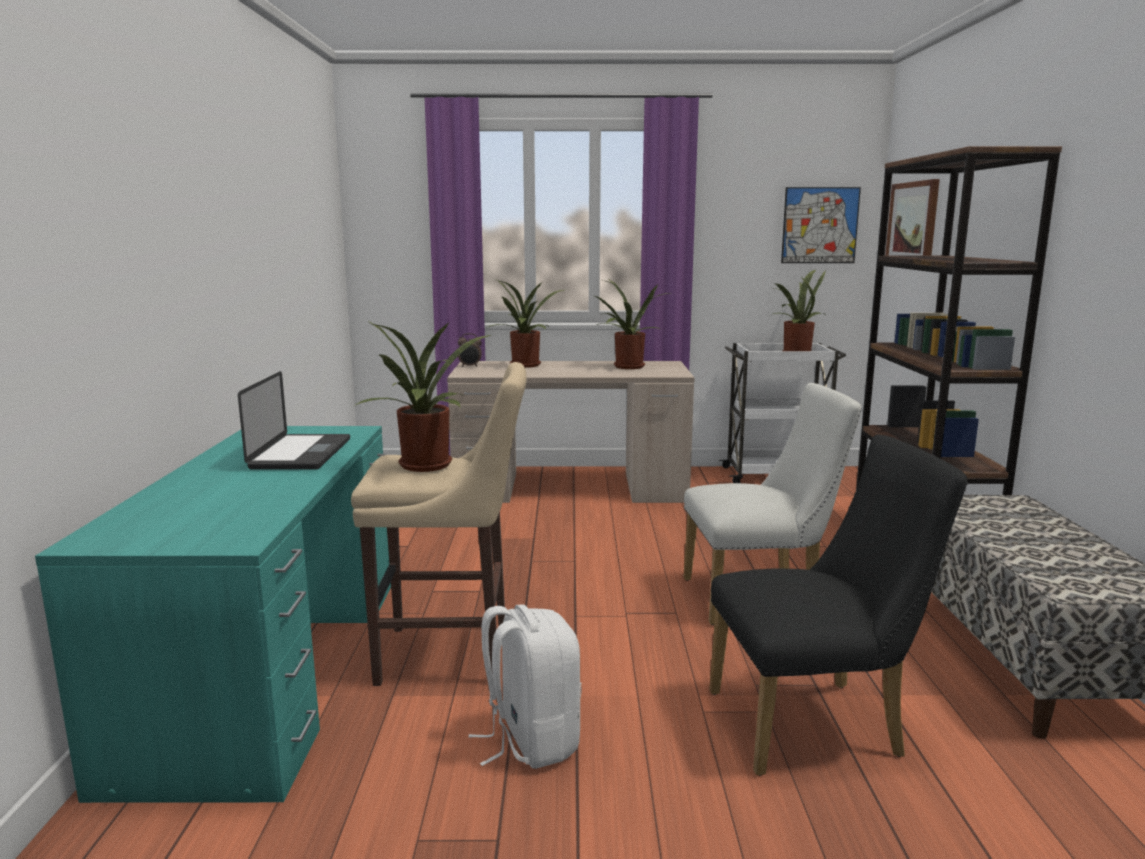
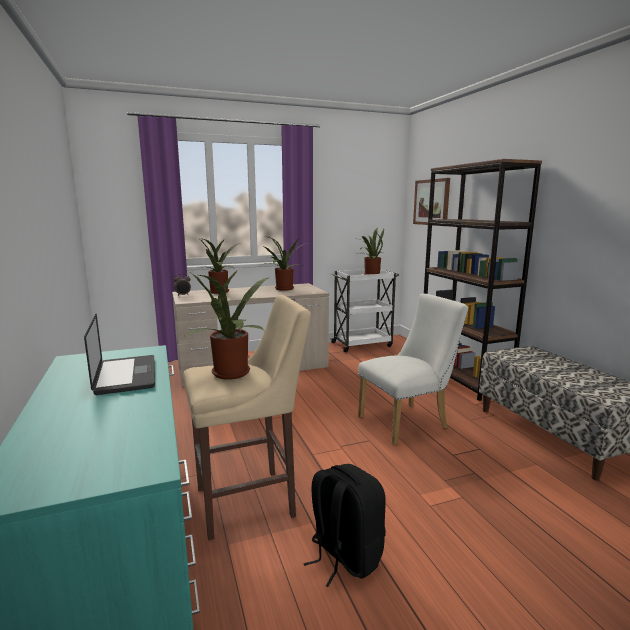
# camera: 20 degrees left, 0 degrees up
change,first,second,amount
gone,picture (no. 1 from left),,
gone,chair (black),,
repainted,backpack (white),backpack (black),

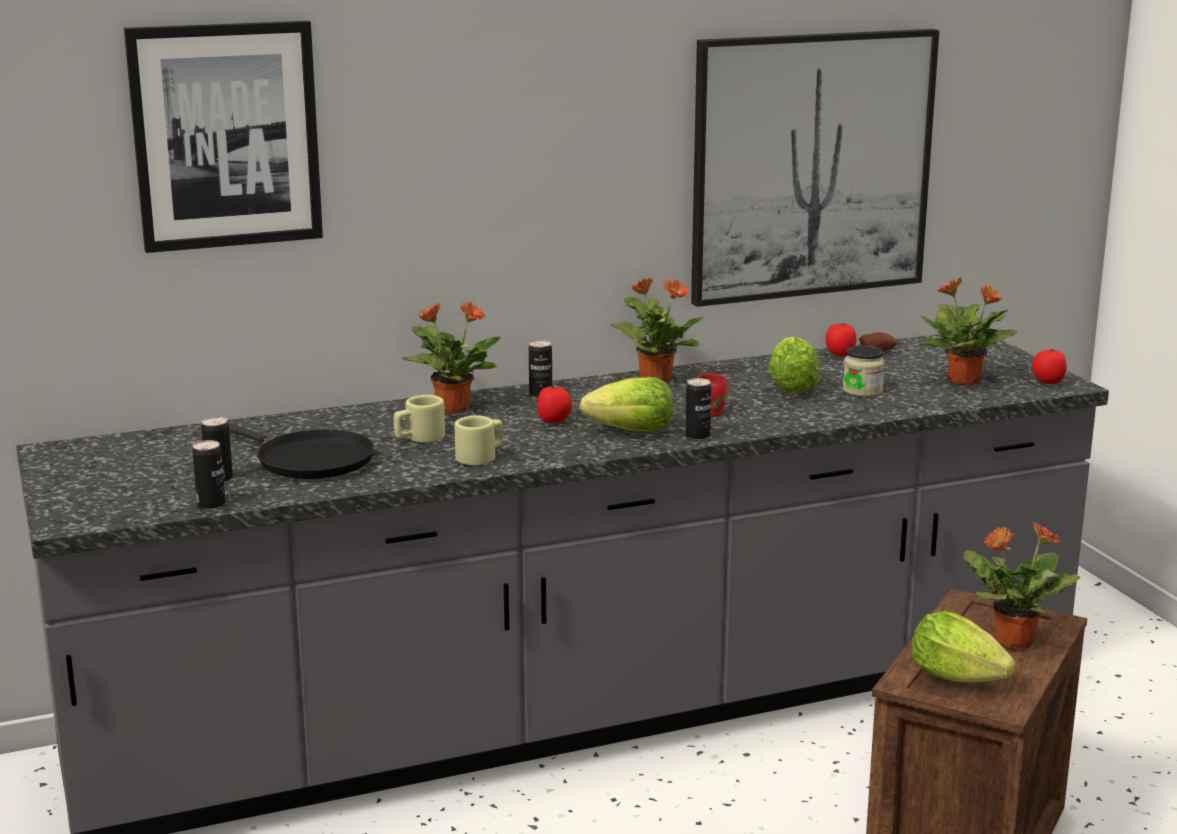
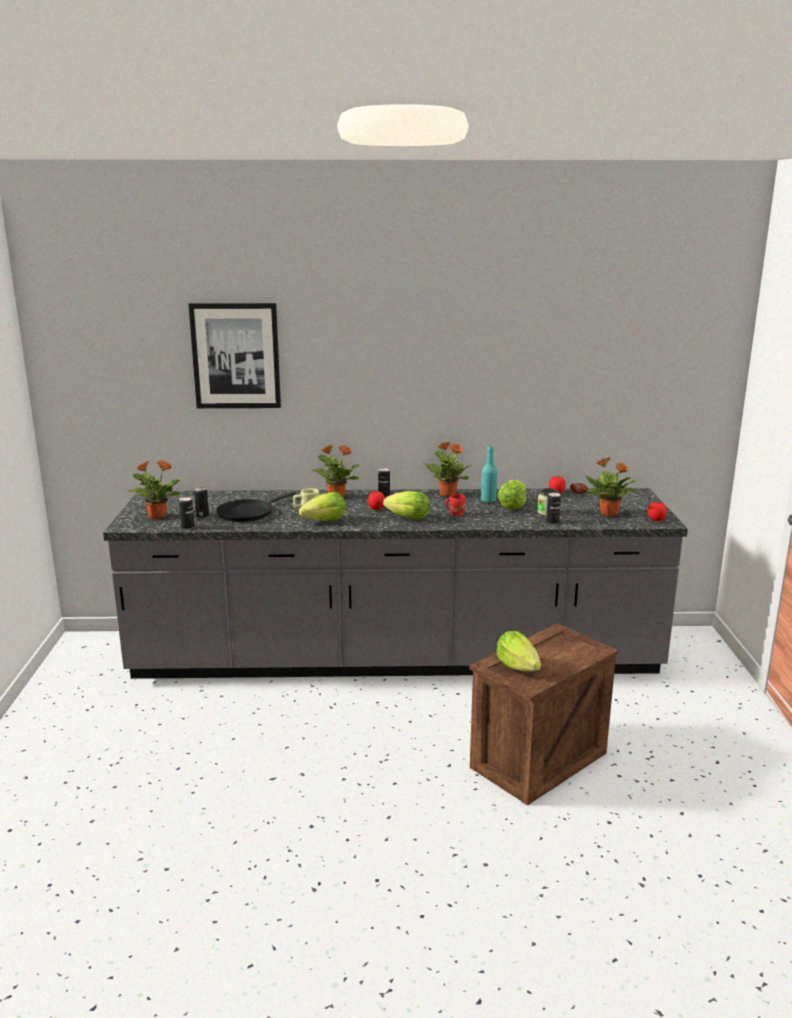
# camera: 20 degrees right, 0 degrees up
change,first,second,amount
gone,picture (no. 2 from left),,
shifted,can (no. 4 from left),,
swapped,mug (beige) (no. 2 from left),lettuce (no. 1 from left),
rotated,frying pan (black),,75 degrees clockwise
shifted,potted plant (no. 4 from left in the first image),potted plant (no. 1 from left),
new,,bottle (turquoise),

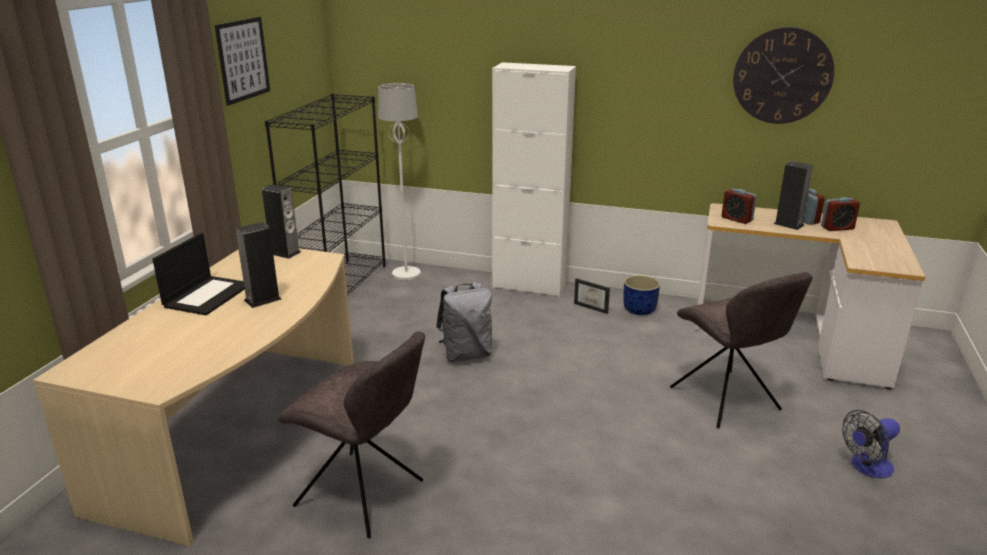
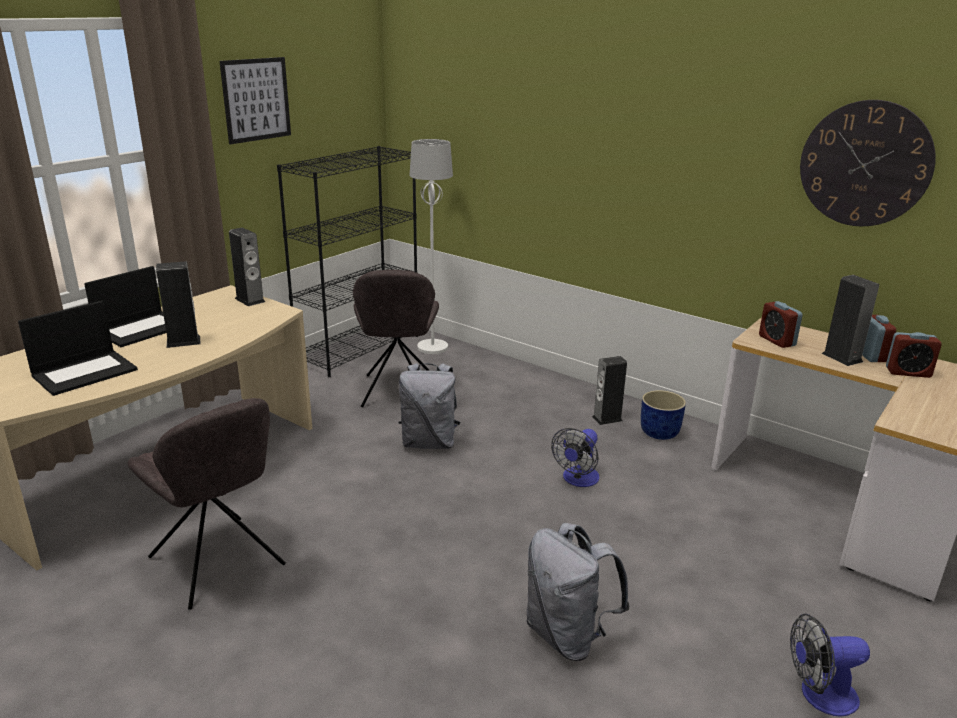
# camera: 20 degrees right, 0 degrees up
change,first,second,amount
gone,cabinet (white),,
shifted,chair (grey) (no. 2 from left),,
swapped,picture frame,speaker (no. 3 from left),
new,,laptop (no. 1 from left),
new,,fan (no. 1 from left),
new,,backpack (grey) (no. 2 from left),

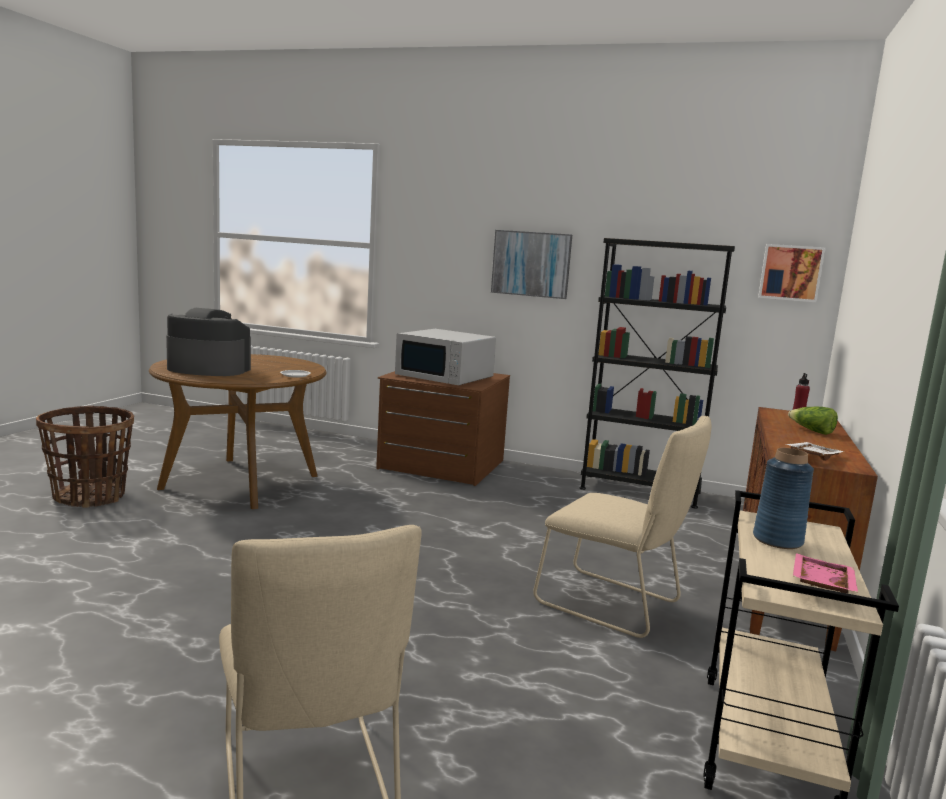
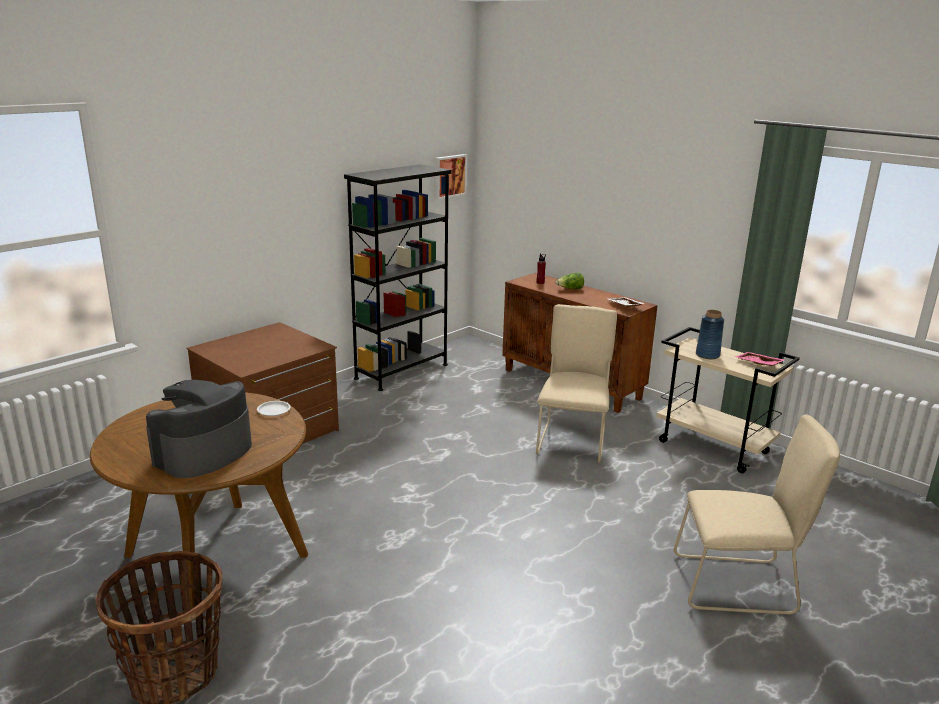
# camera: 65 degrees left, 10 degrees up
change,first,second,amount
gone,picture (no. 1 from left),,
gone,microwave (white),,
rotated,chair (beige) (no. 2 from left in the first image),chair (beige) (no. 1 from left),45 degrees counterclockwise

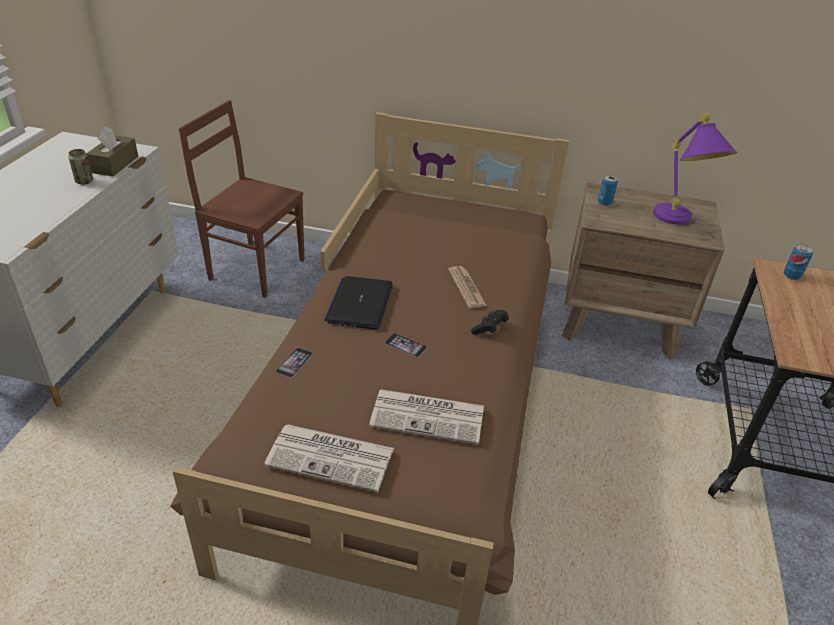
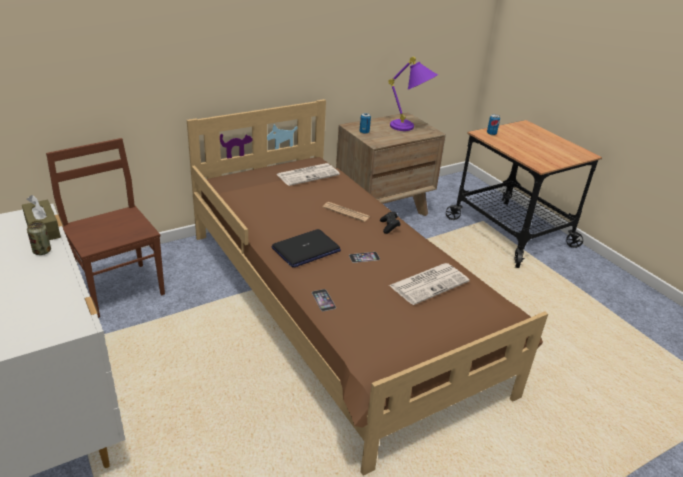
# camera: 45 degrees left, 5 degrees down
change,first,second,amount
rotated,chair (brown),,75 degrees clockwise
rotated,laptop,,90 degrees counterclockwise
shifted,newspaper (no. 1 from left),,

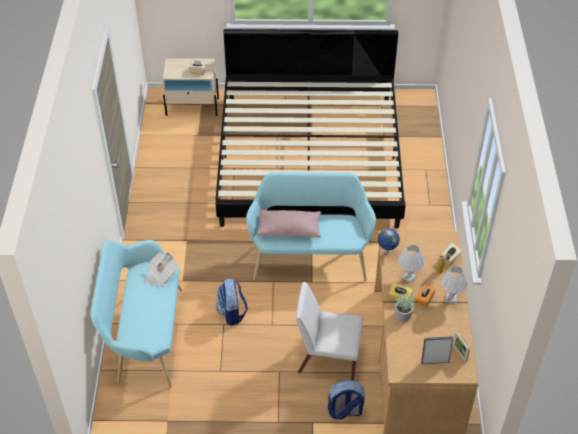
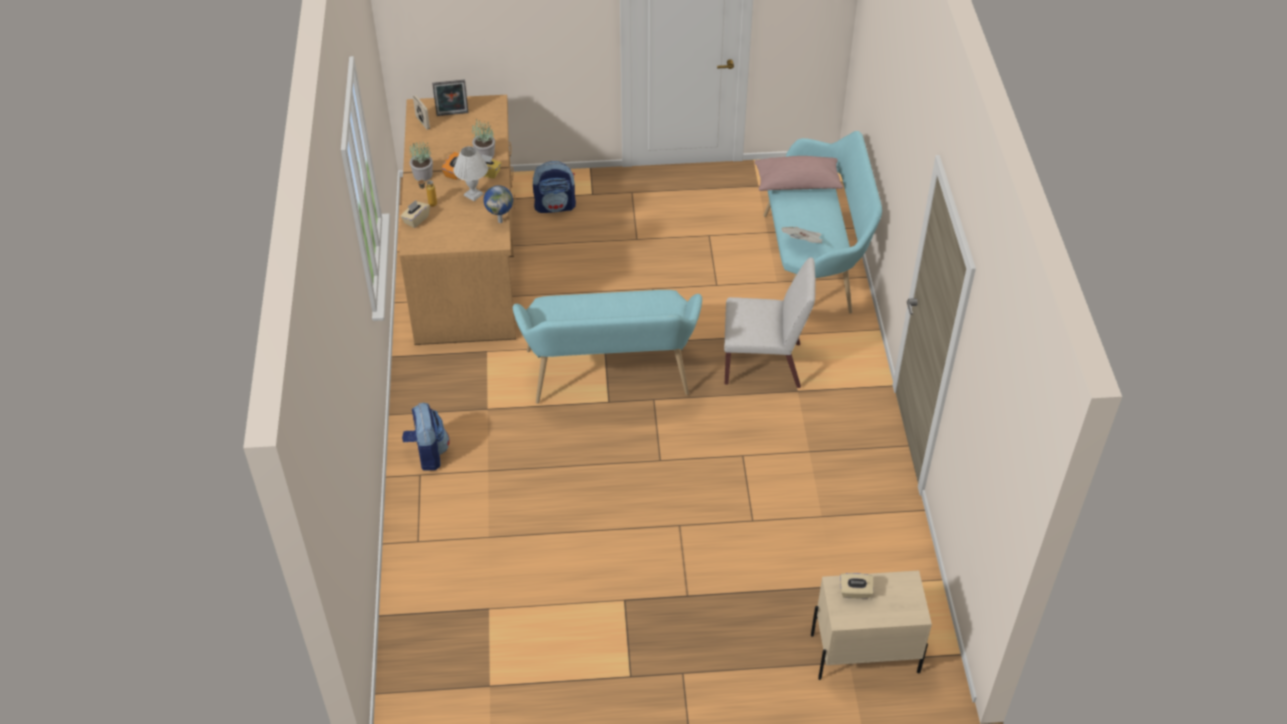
# camera: 175 degrees right, 0 degrees up
change,first,second,amount
gone,bed,,
shifted,pillow (pink),,
swapped,table lamp (white) (no. 2 from left),potted plant (no. 1 from left),
shifted,backpack (no. 1 from left),,
shifted,chair (white),,

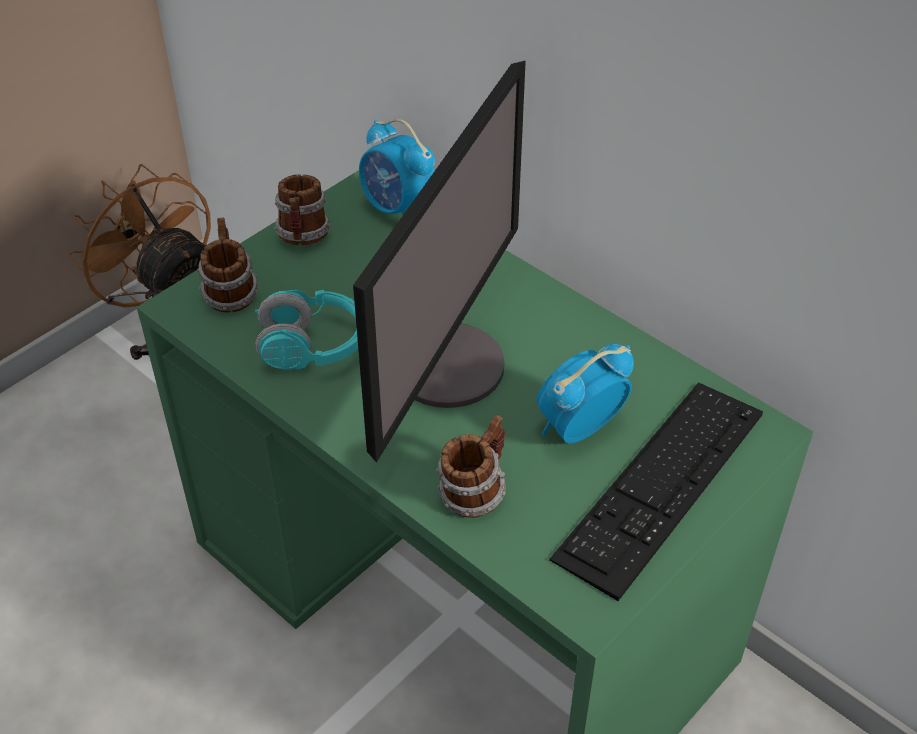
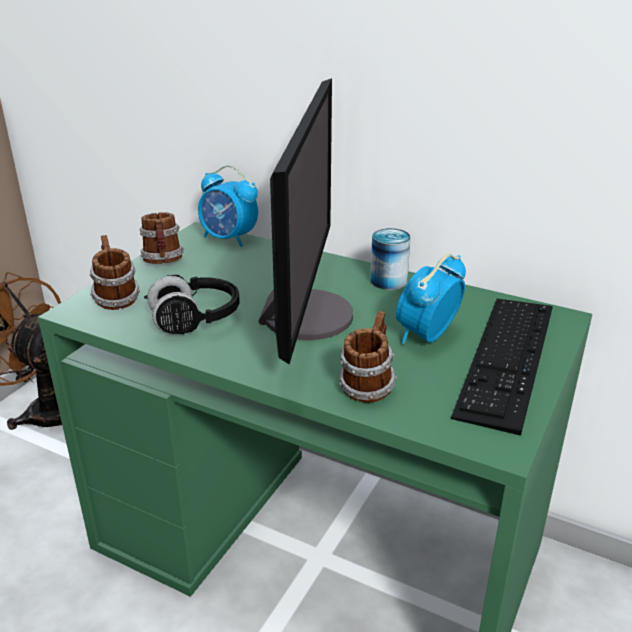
# camera: 15 degrees left, 15 degrees down
change,first,second,amount
repainted,headphones (turquoise),headphones (black),
new,,can,

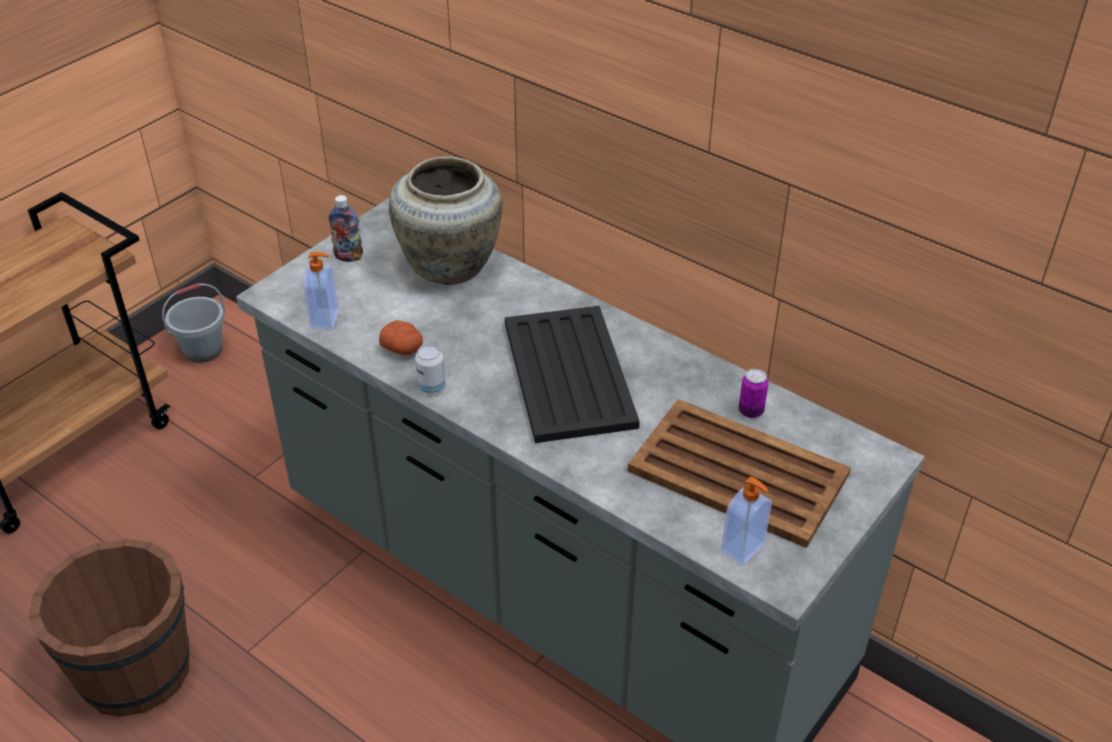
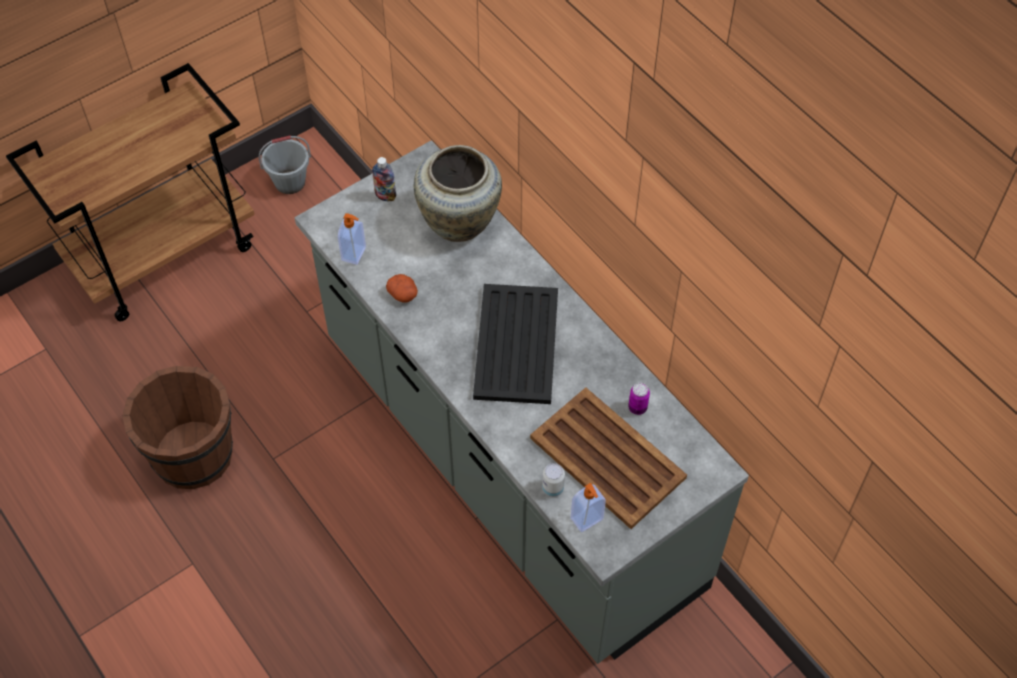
# camera: 15 degrees right, 15 degrees up
change,first,second,amount
shifted,can (no. 1 from left),,

